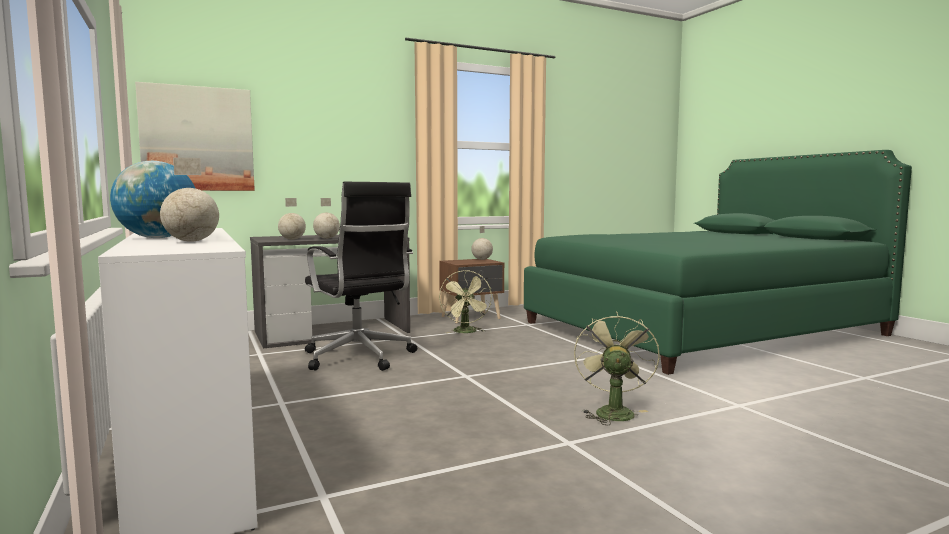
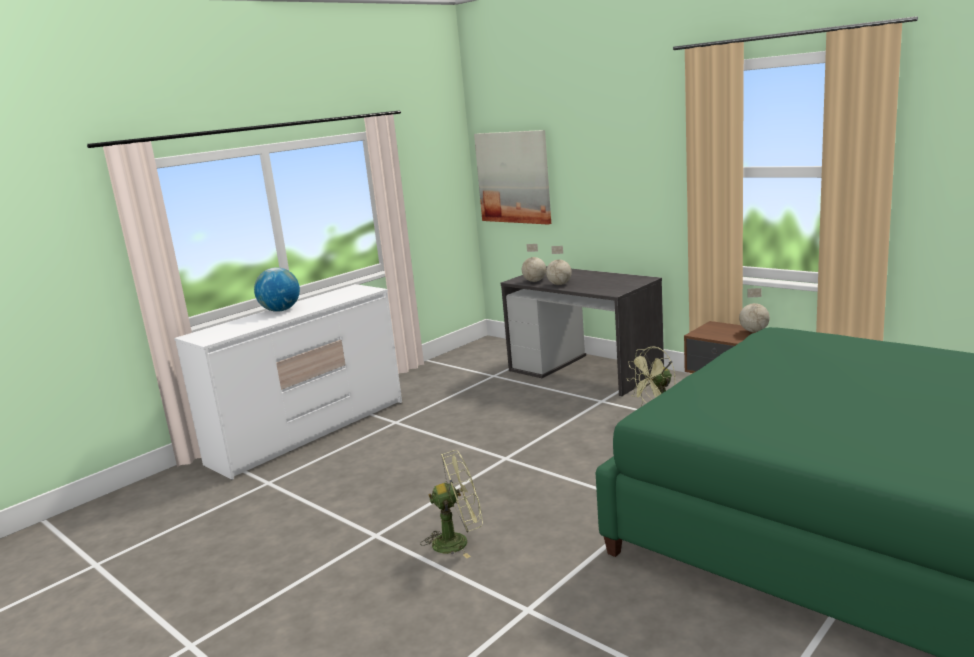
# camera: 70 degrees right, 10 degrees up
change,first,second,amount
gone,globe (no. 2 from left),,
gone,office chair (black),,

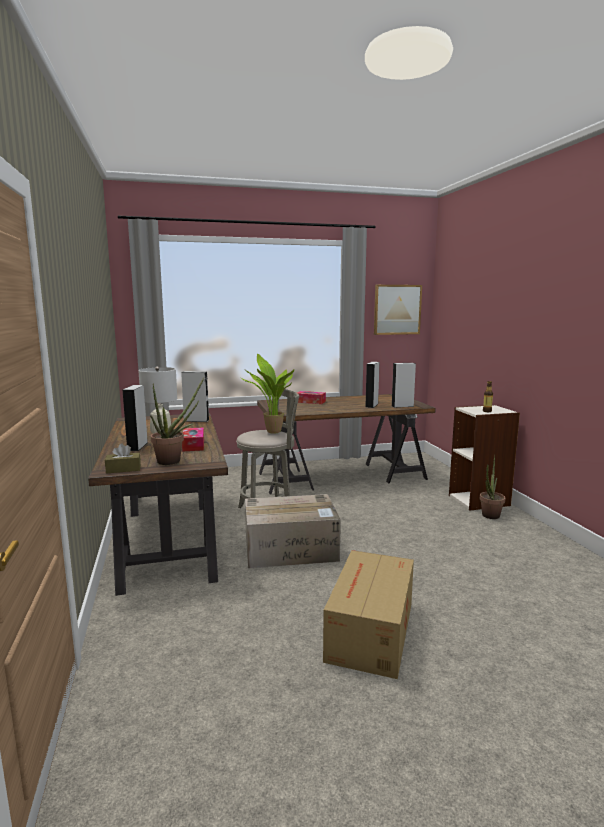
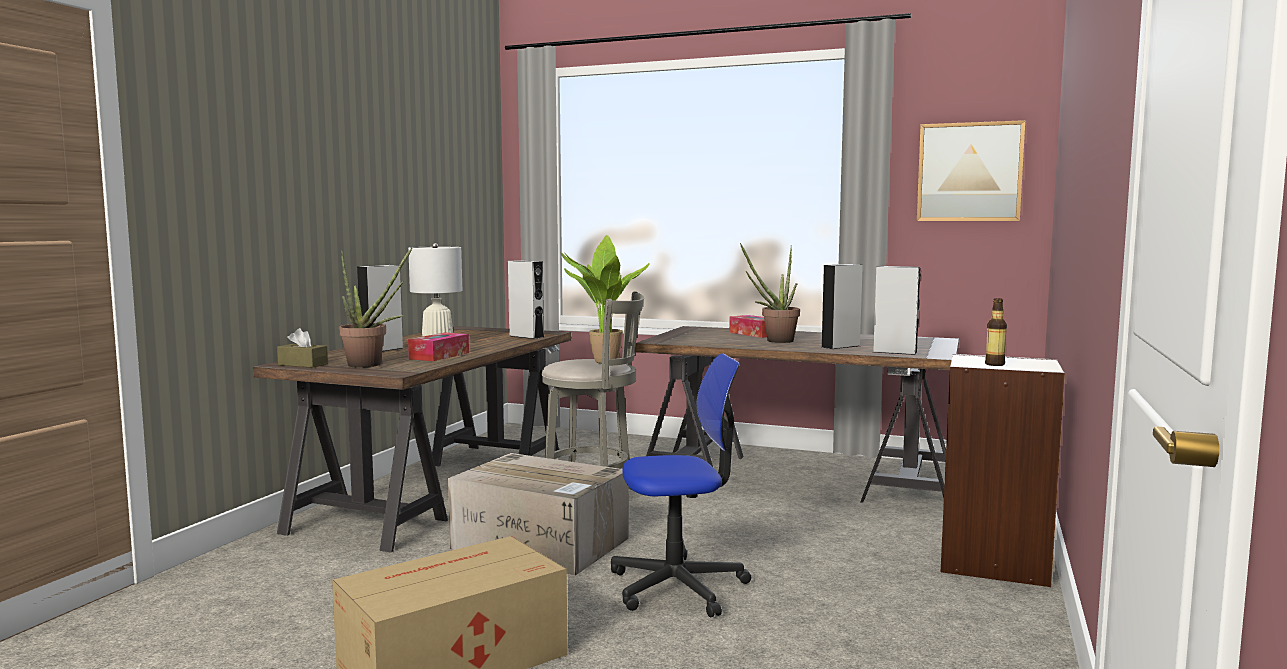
# camera: 35 degrees right, 5 degrees down
change,first,second,amount
shifted,potted plant (no. 3 from left),,
new,,office chair,

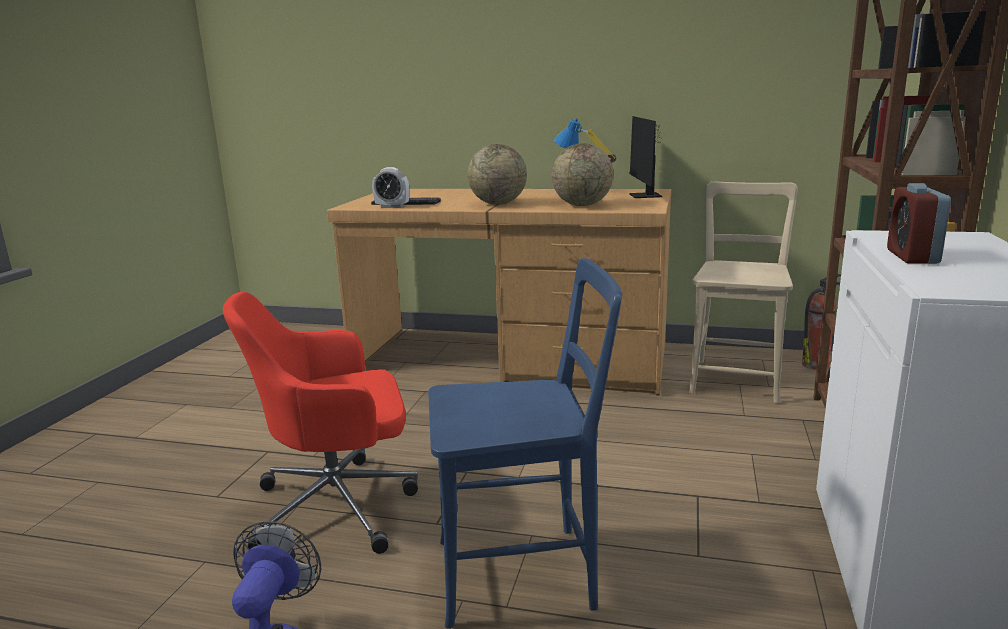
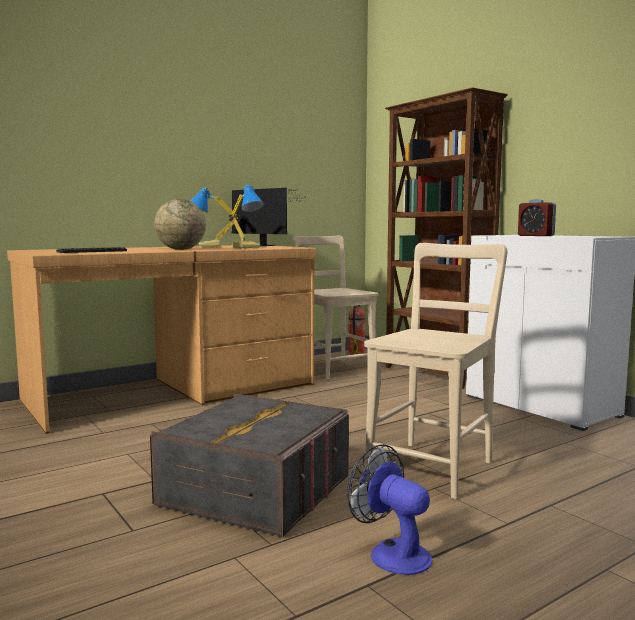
# camera: 50 degrees left, 10 degrees down
change,first,second,amount
swapped,globe (no. 2 from left),table lamp (no. 2 from left),
gone,alarm clock (no. 1 from left),,
repainted,chair (blue),chair (beige) (no. 2 from left),
swapped,office chair (red),storage box (grey),

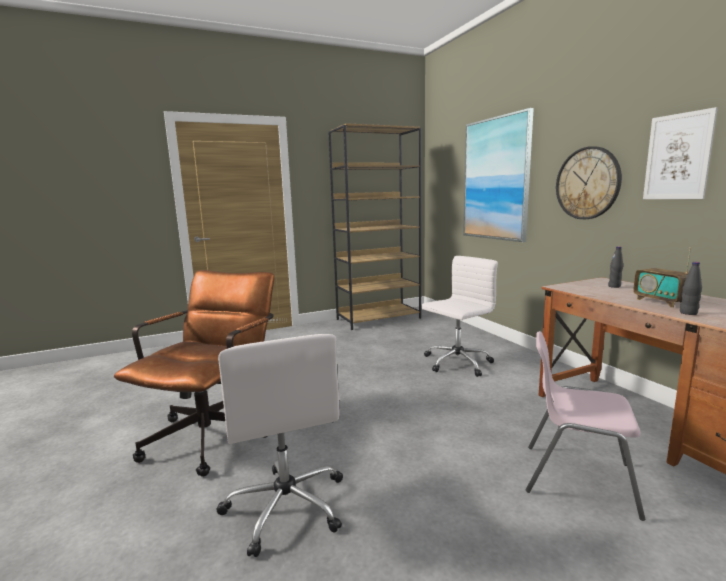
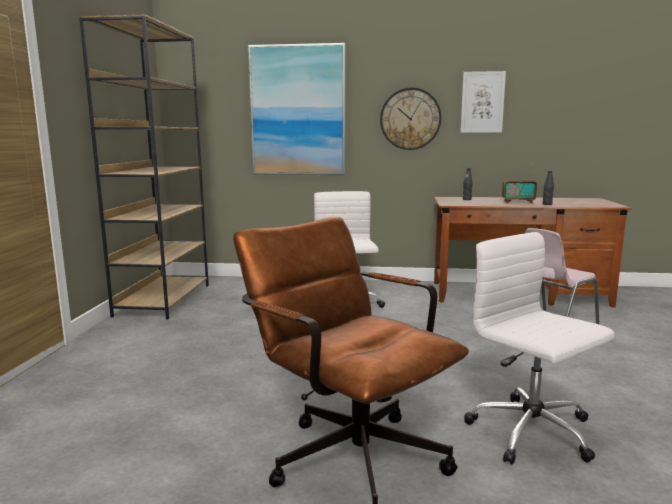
# camera: 60 degrees left, 0 degrees up
change,first,second,amount
rotated,office chair (white) (no. 1 from left in the first image),office chair (white) (no. 2 from left),135 degrees counterclockwise

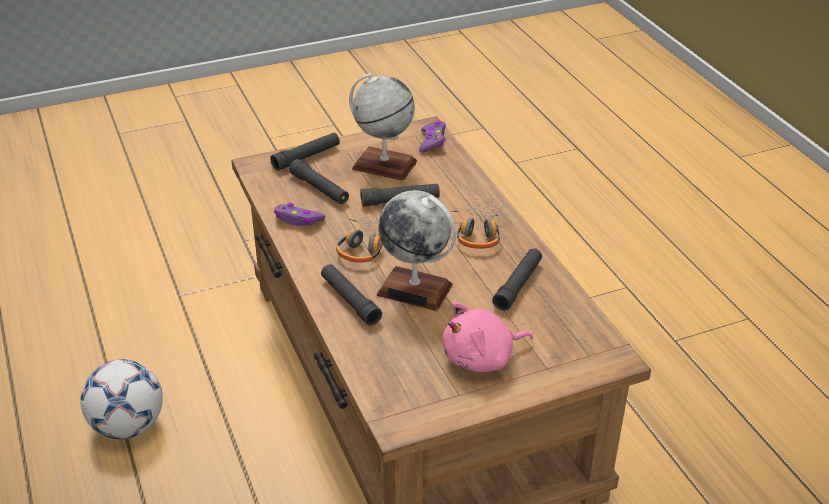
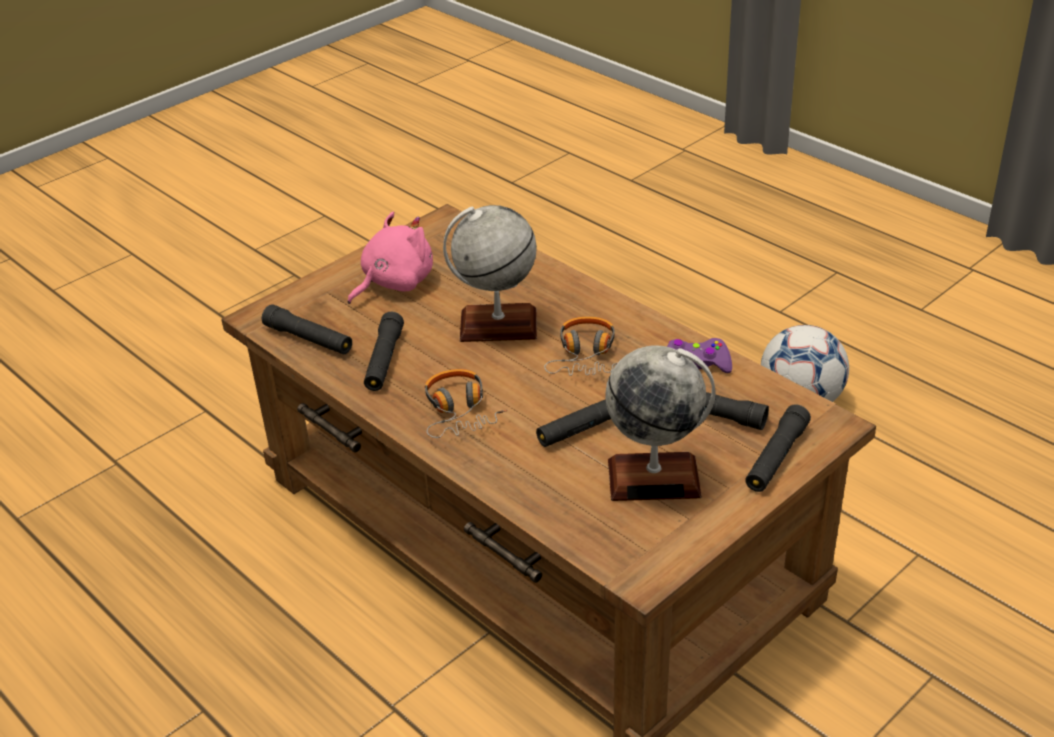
# camera: 160 degrees right, 0 degrees up
change,first,second,amount
gone,game controller (purple) (no. 2 from left),,
shifted,flashlight (black) (no. 3 from left in the first image),flashlight (black) (no. 1 from left),

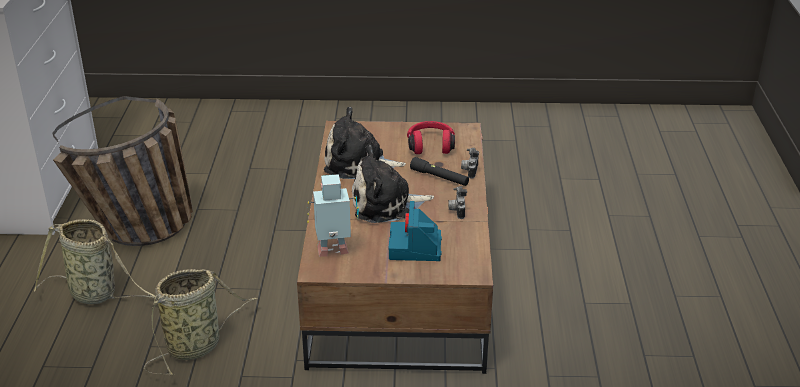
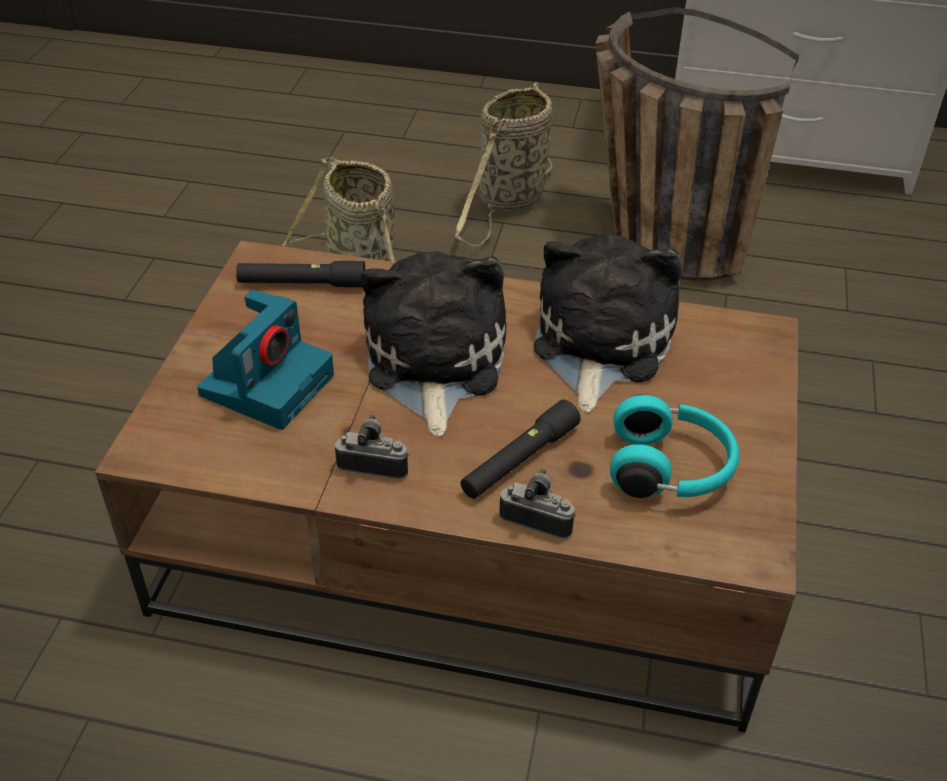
# camera: 100 degrees right, 10 degrees up
change,first,second,amount
repainted,headphones (red),headphones (turquoise),
swapped,toy robot,flashlight (black) (no. 1 from left),
rotated,photo camera (no. 1 from left),,105 degrees clockwise

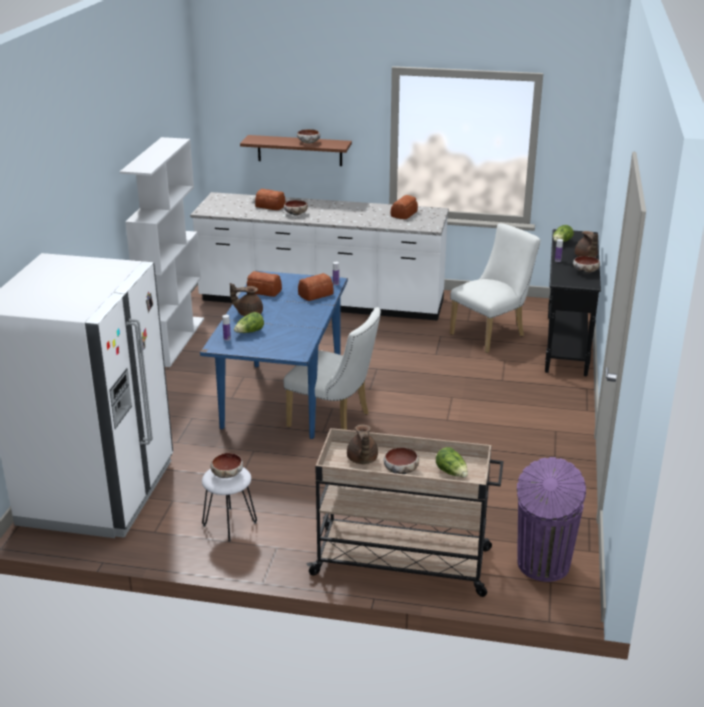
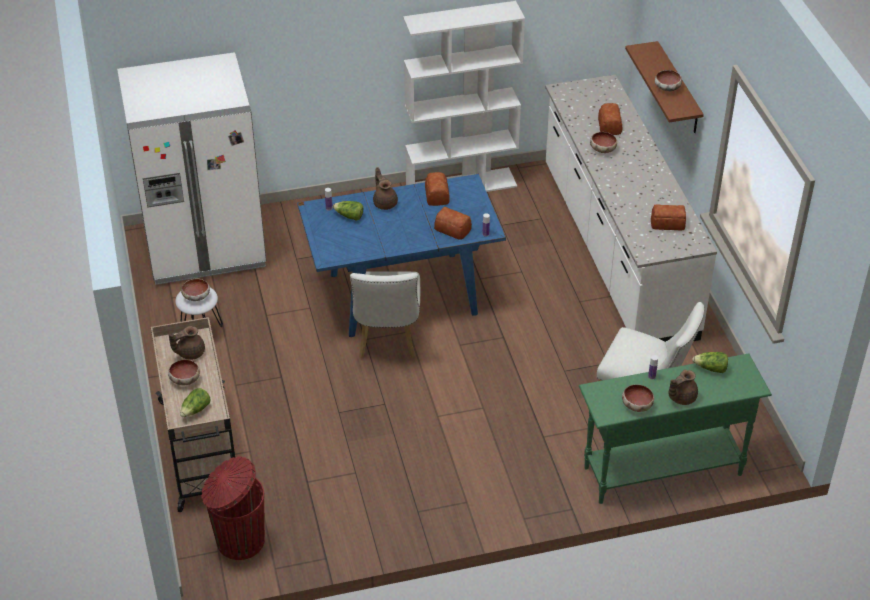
# camera: 65 degrees right, 15 degrees up
change,first,second,amount
repainted,console table (black),console table (green),
repainted,trash can (purple),trash can (red),

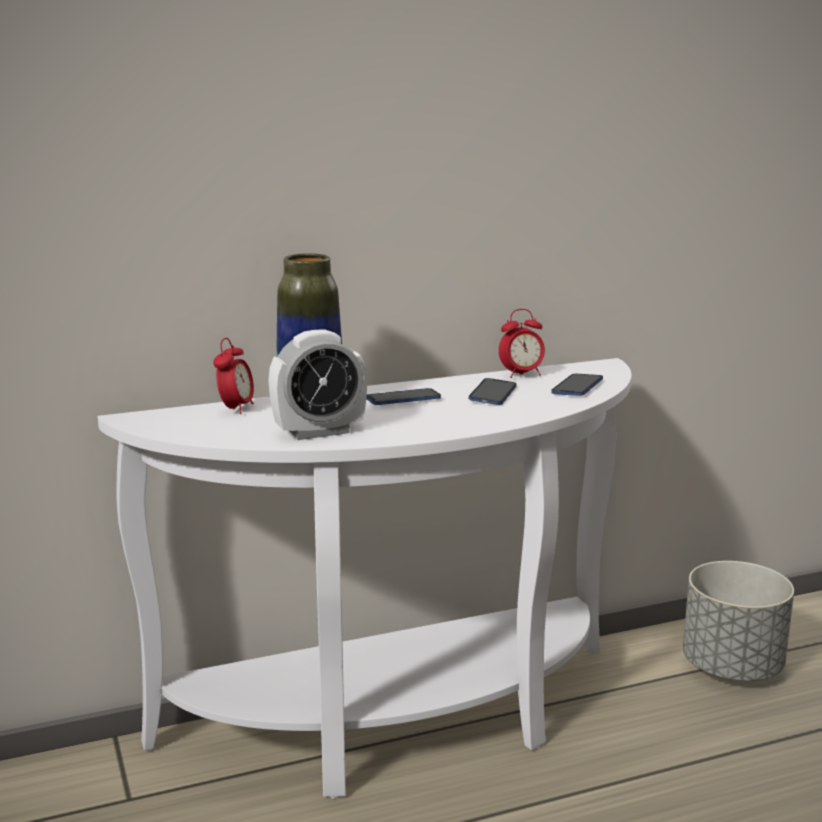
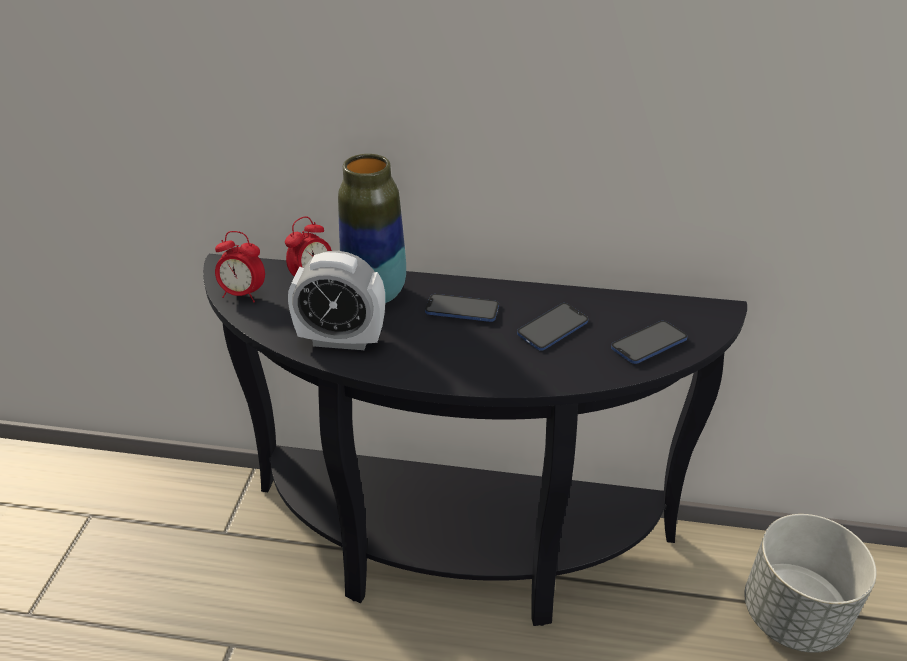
# camera: 30 degrees right, 20 degrees up
change,first,second,amount
shifted,alarm clock (no. 3 from left in the first image),alarm clock (no. 1 from left),
repainted,console table (white),console table (black),

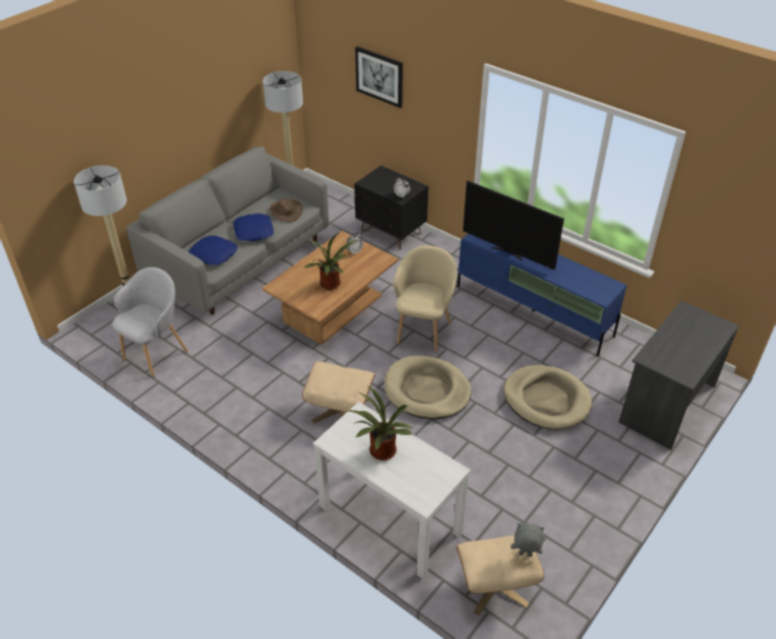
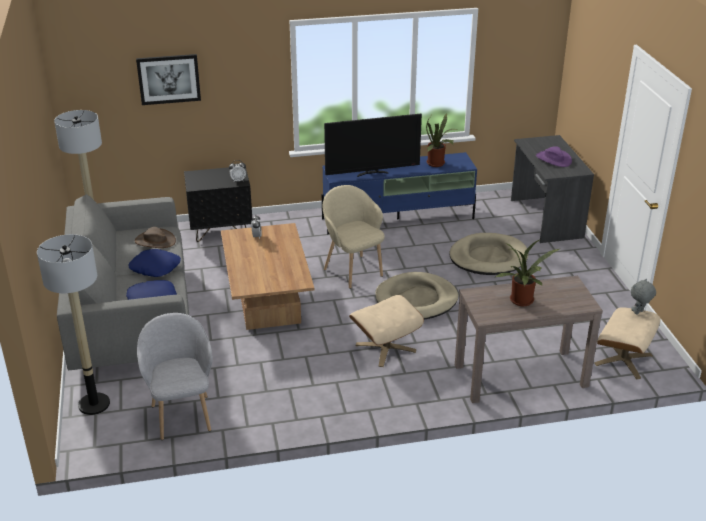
# camera: 50 degrees left, 10 degrees down
change,first,second,amount
shifted,potted plant (no. 1 from left),,
repainted,console table (white),console table (brown),
new,,hat (purple),

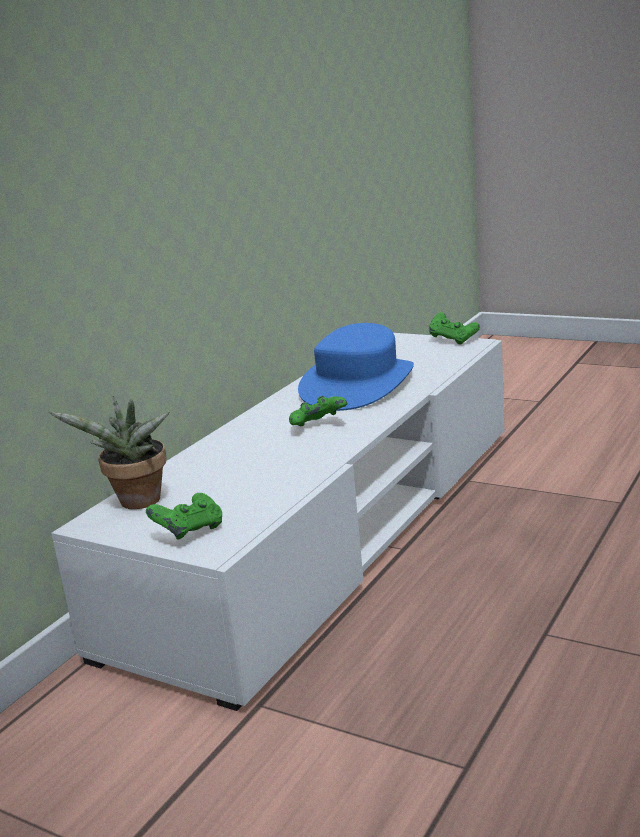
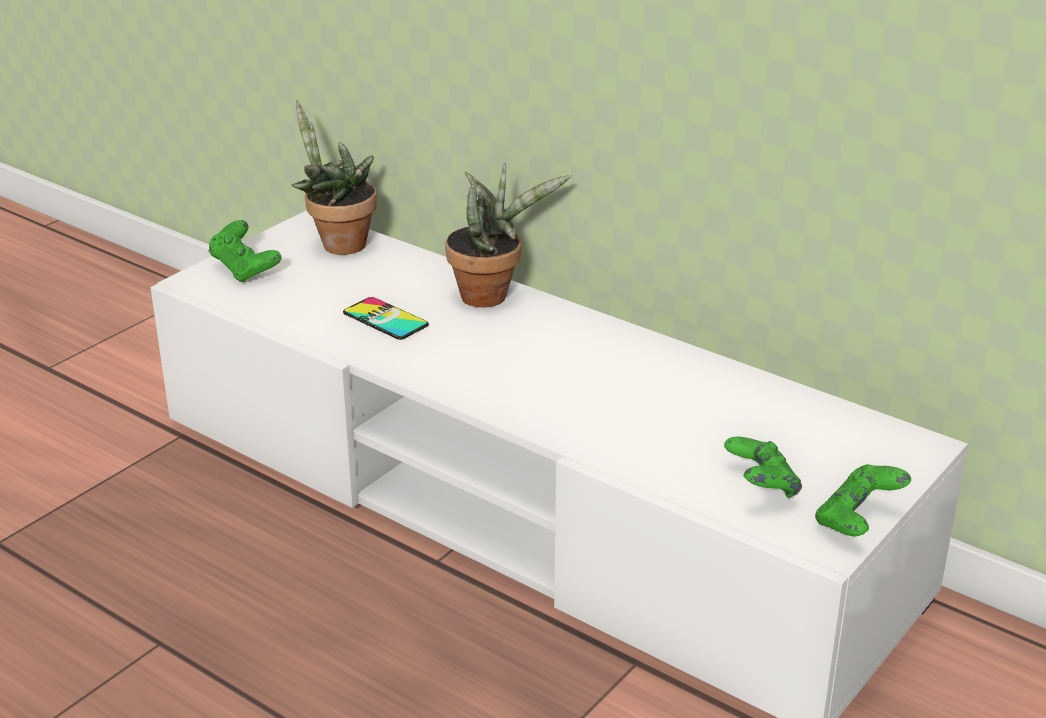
# camera: 95 degrees right, 10 degrees up
change,first,second,amount
gone,hat (blue),,
shifted,game controller (green) (no. 2 from left),,
new,,potted plant (no. 2 from left),
new,,phone,

